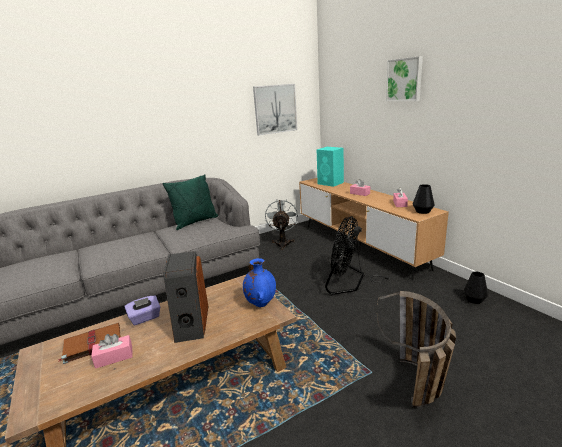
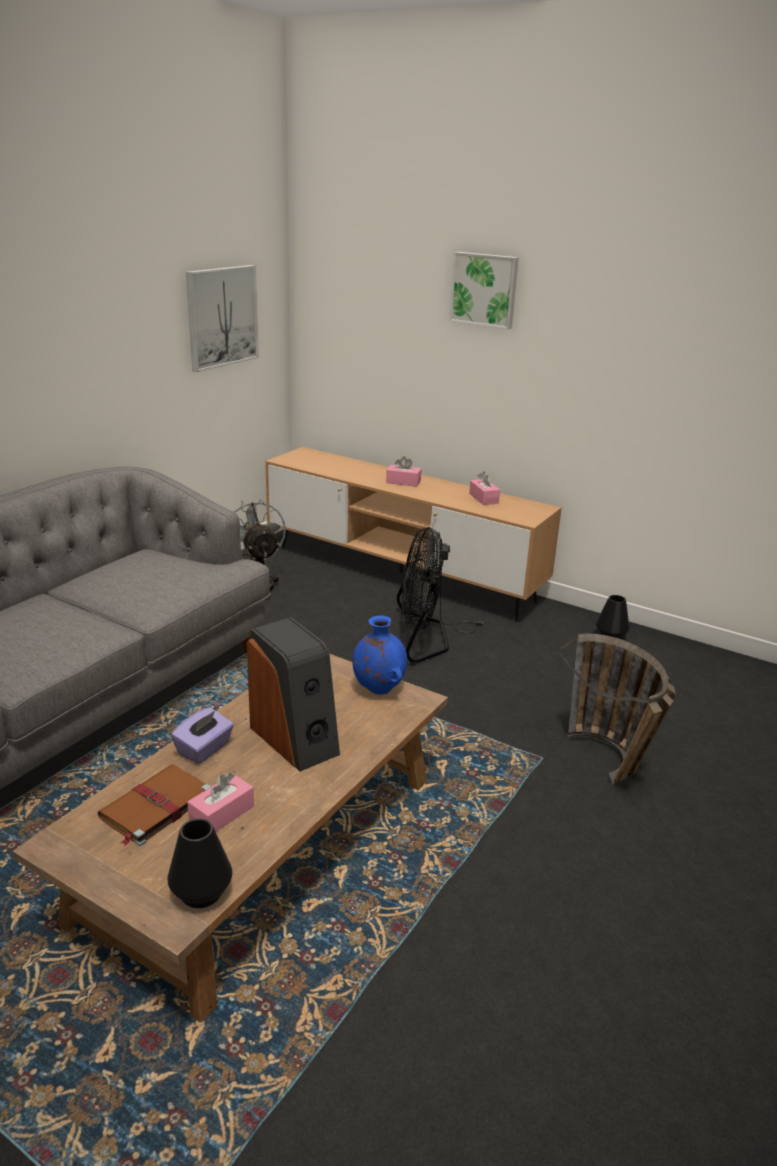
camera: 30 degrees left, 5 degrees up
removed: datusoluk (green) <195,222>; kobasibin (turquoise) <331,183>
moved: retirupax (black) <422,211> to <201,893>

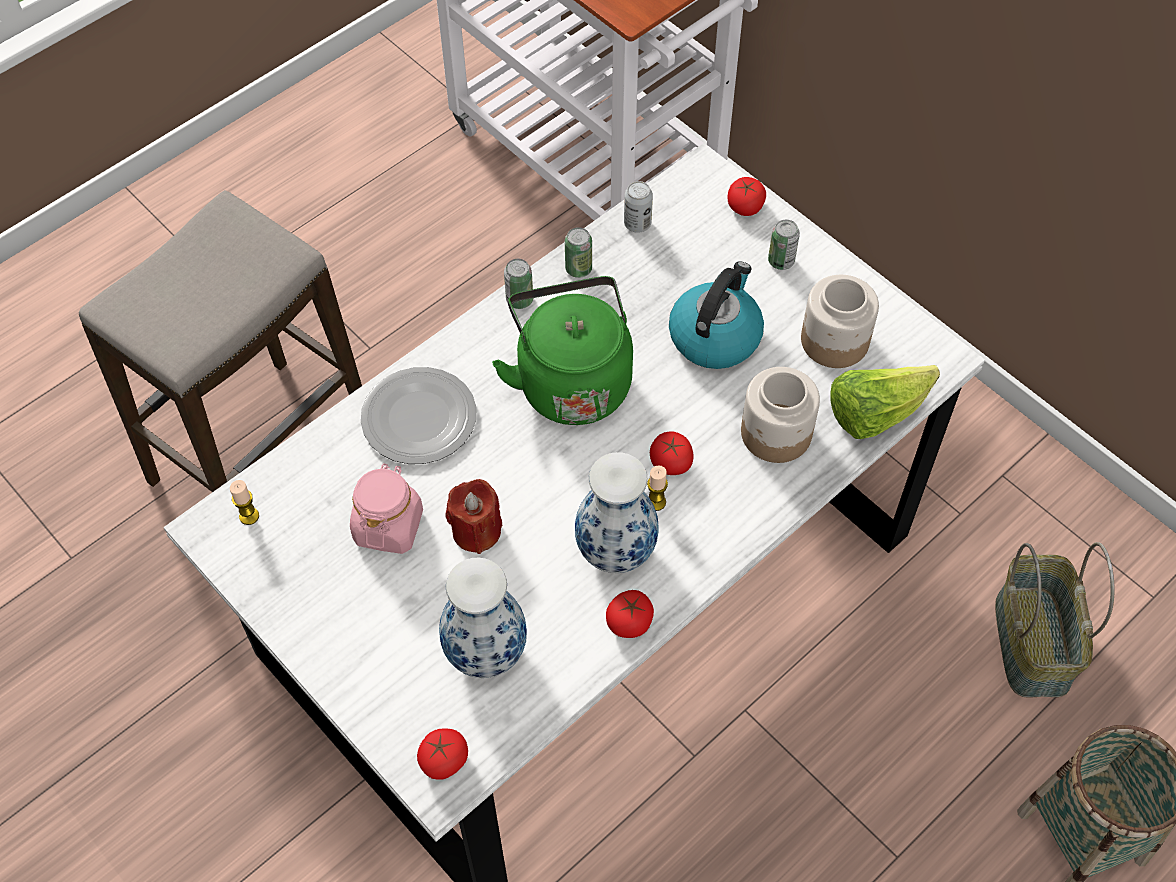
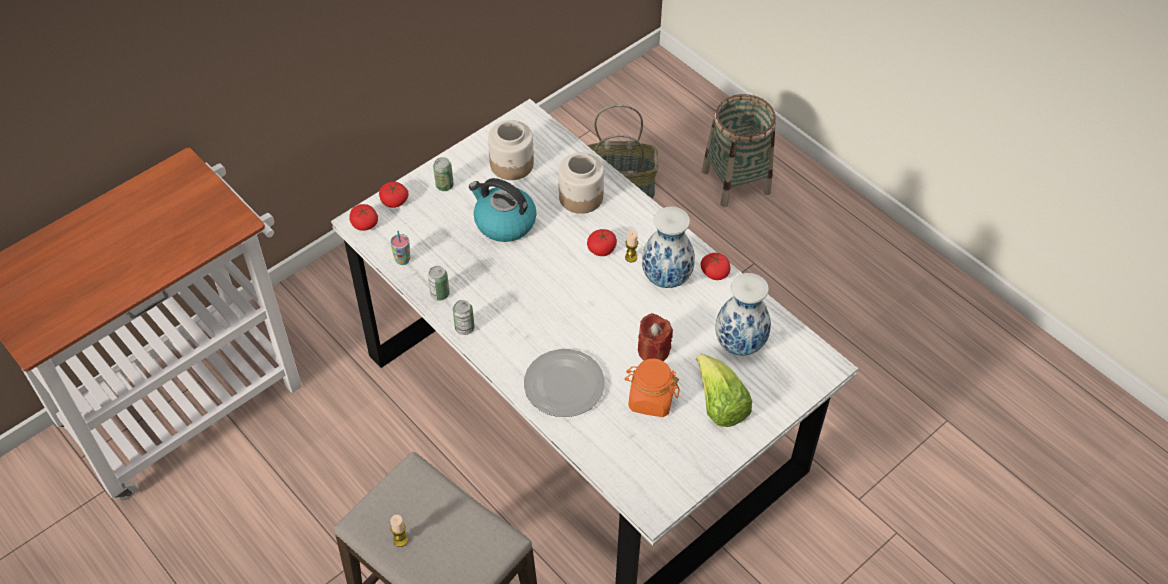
camera: 90 degrees left, 5 degrees down
removed: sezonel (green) <571,380>
moved: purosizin <249,516> to <400,540>; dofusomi <443,759> to <364,224>; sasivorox <874,413> to <719,404>
replaced: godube <637,224> to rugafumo <402,260>
recoloured: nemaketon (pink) <388,526> to nemaketon (orange) <650,399>

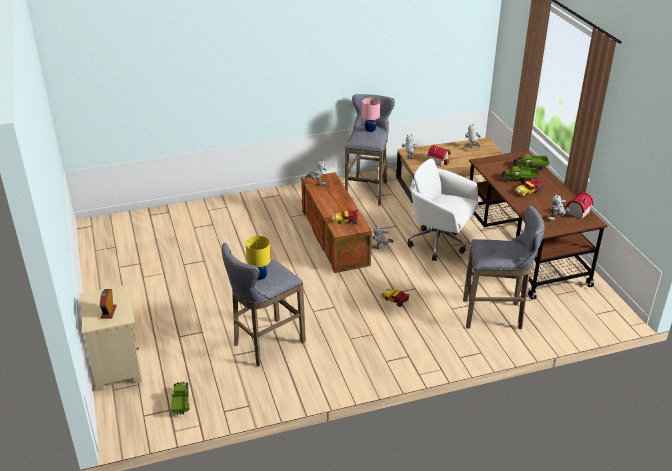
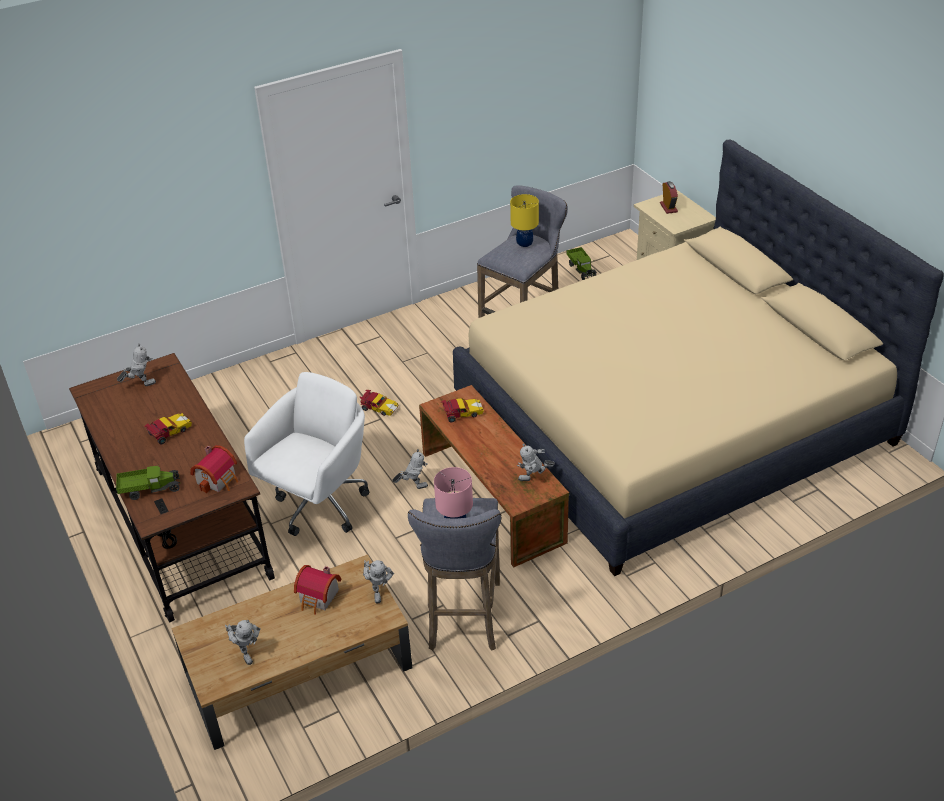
camera: 170 degrees right, 5 degrees up
removed: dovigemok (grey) <495,315>; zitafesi <519,179>
added: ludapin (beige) <672,420>
moved: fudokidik <576,212> to <219,479>
turned: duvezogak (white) <440,245> = <319,509> 75 degrees counterclockwise

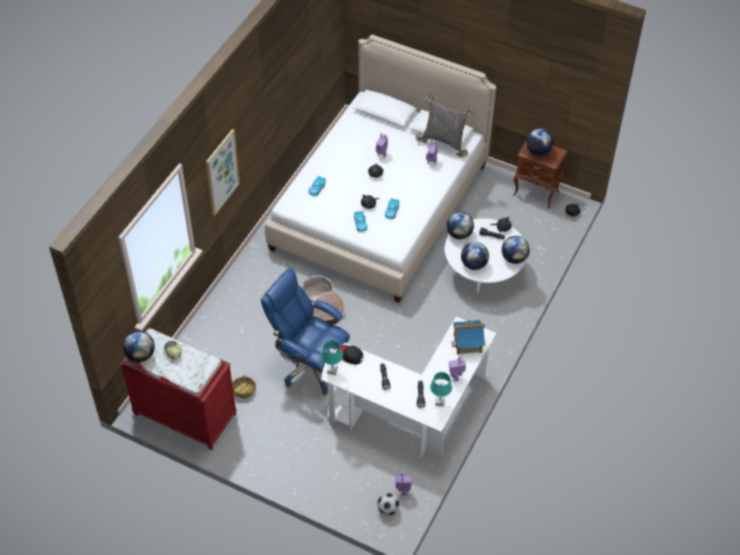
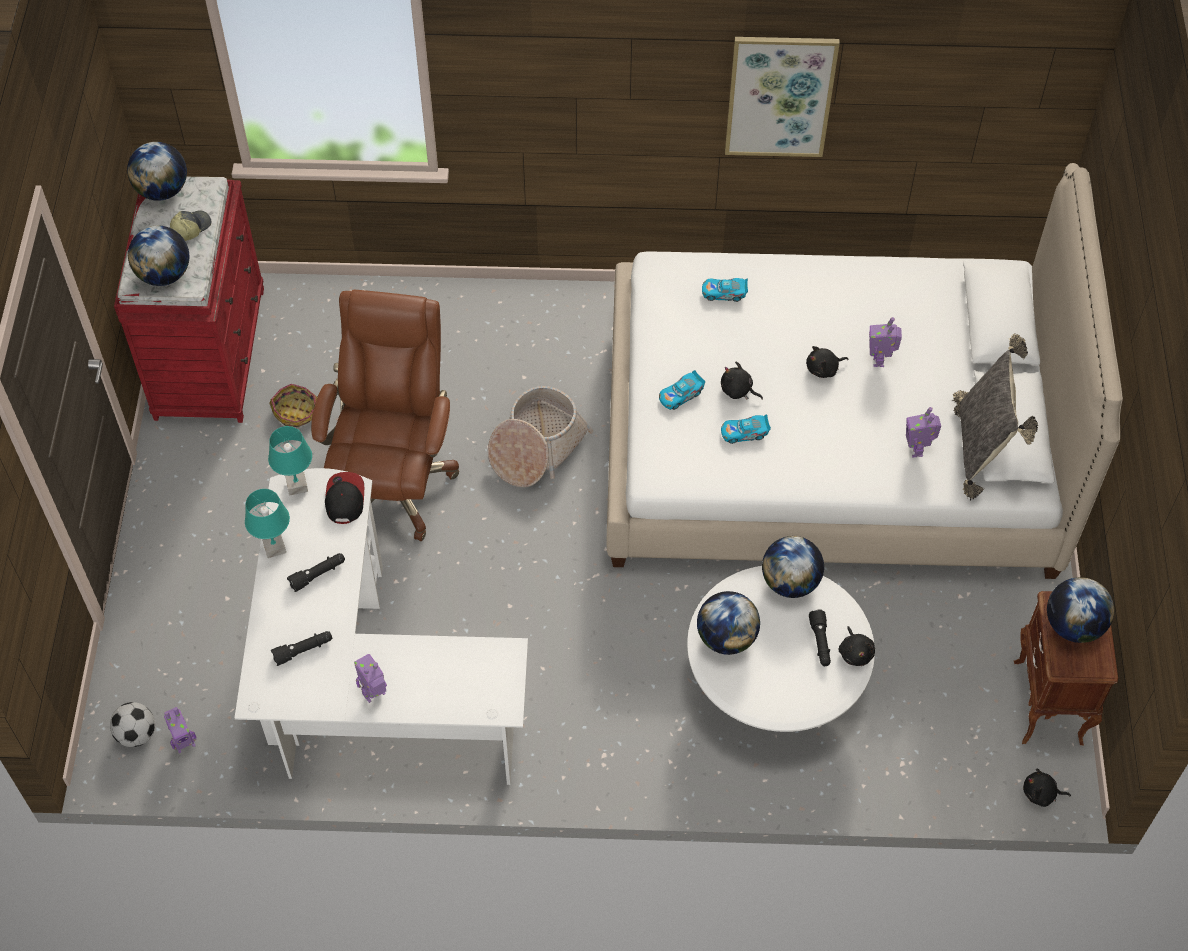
camera: 65 degrees right, 5 degrees up
removed: fudokidik <468,343>
moved: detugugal <221,172> to <780,96>; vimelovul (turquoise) <439,402> to <275,548>; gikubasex <514,258> to <164,274>
recoloured: duvezogak (blue) <309,365> to duvezogak (brown) <395,484>

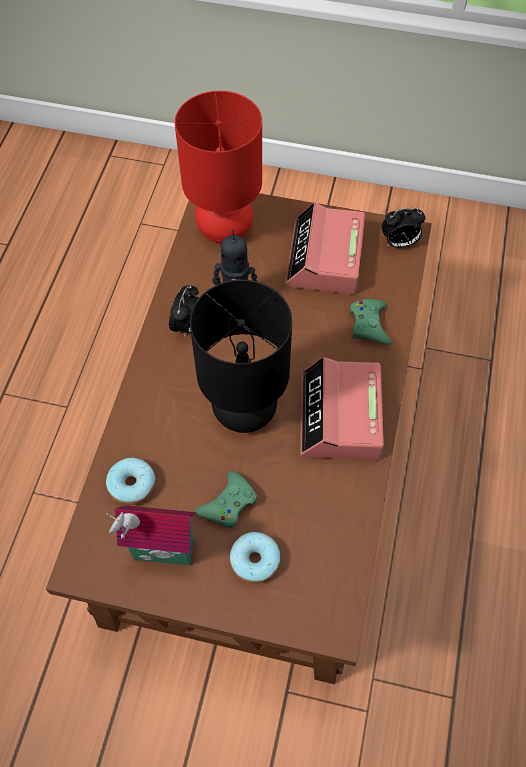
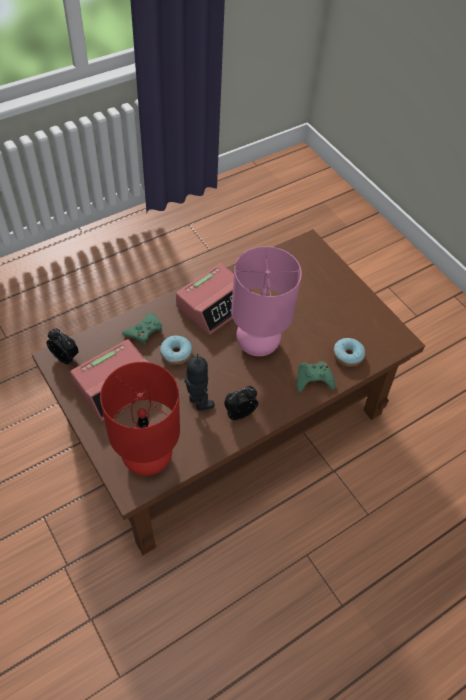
camera: 140 degrees left, 5 degrees down
removed: fudokidik <162,554>
moved: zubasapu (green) <228,504> to <313,379>; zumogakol <255,561> to <176,353>
recoloured: vimelovul (black) <243,411> to vimelovul (pink) <258,344>

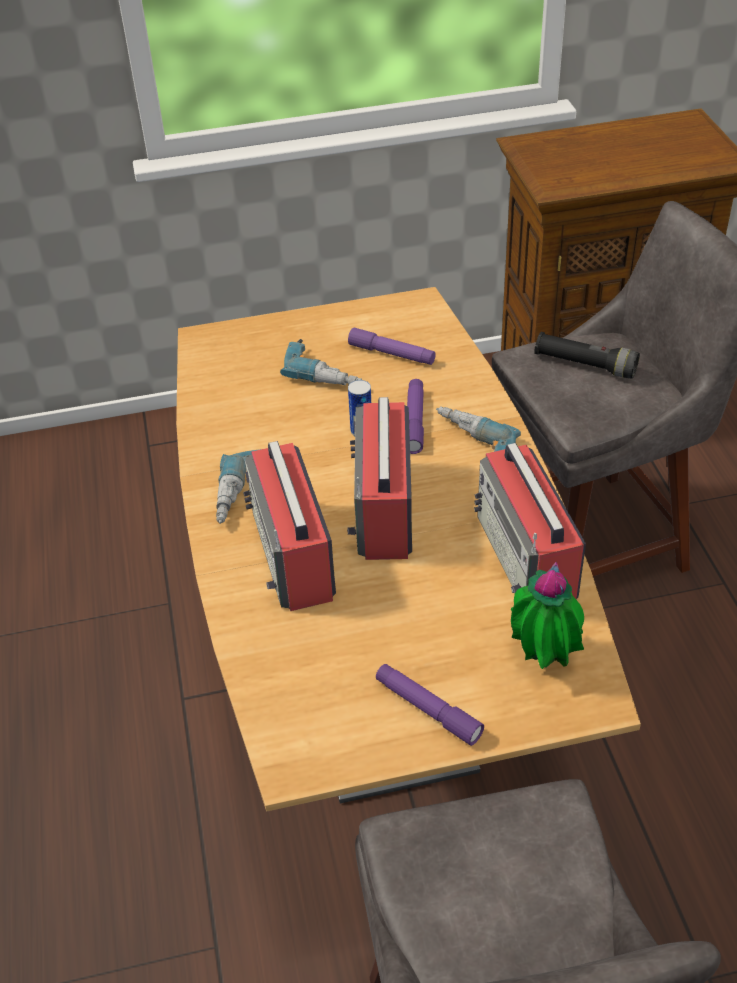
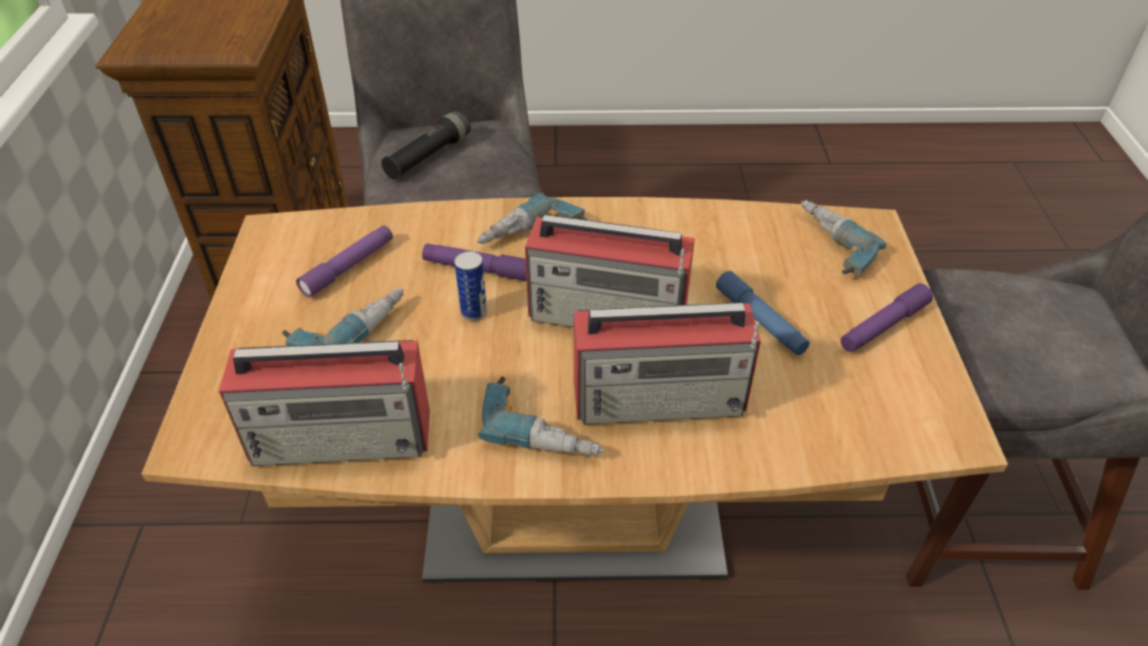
camera: 80 degrees left, 0 degrees up
added: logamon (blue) <760,321>
moved: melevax <526,559> to <344,436>
replaced: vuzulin <542,659> to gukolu <826,246>

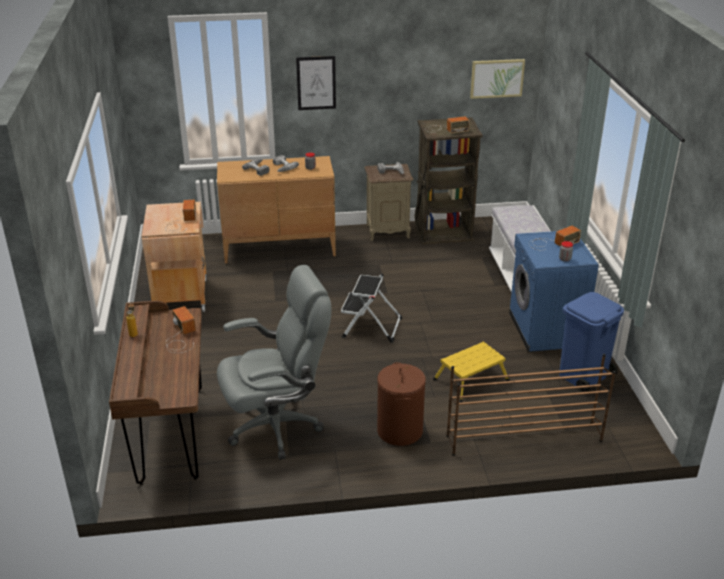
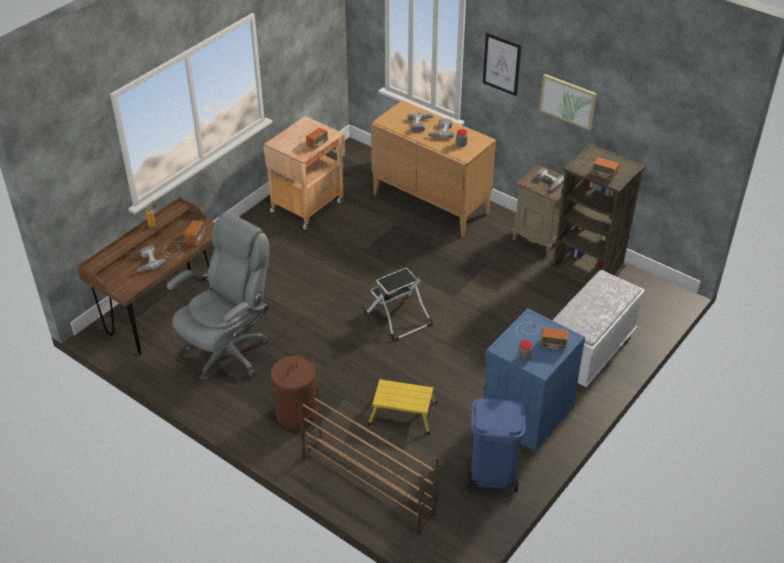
camera: 45 degrees right, 10 degrees up
added: gukolu <147,262>
moved: detugugal <497,78> to <568,101>
turned: duvezogak (grey) <277,427> = <229,353> 75 degrees counterclockwise

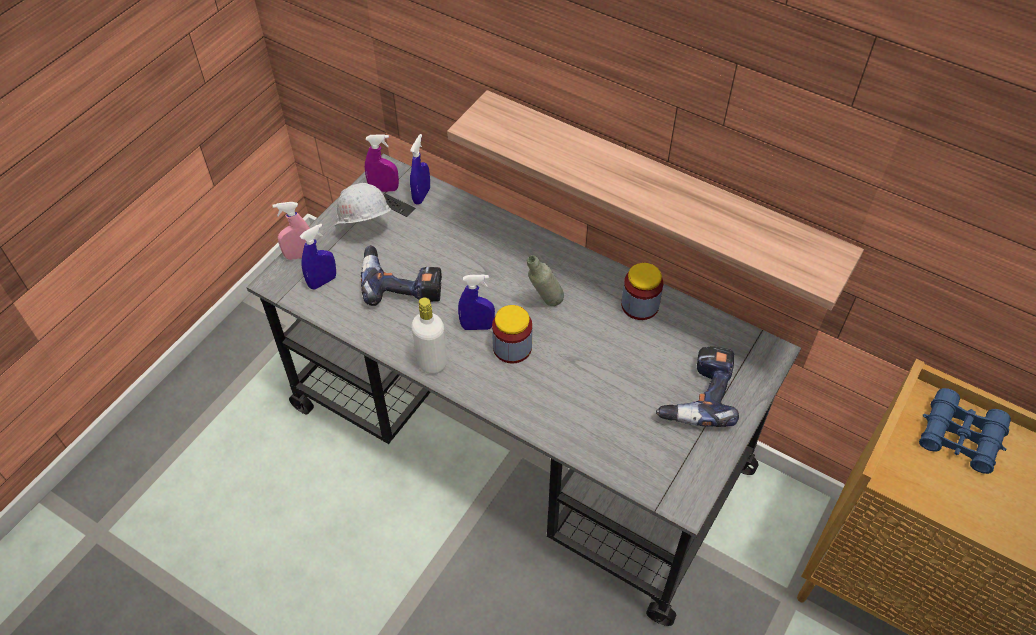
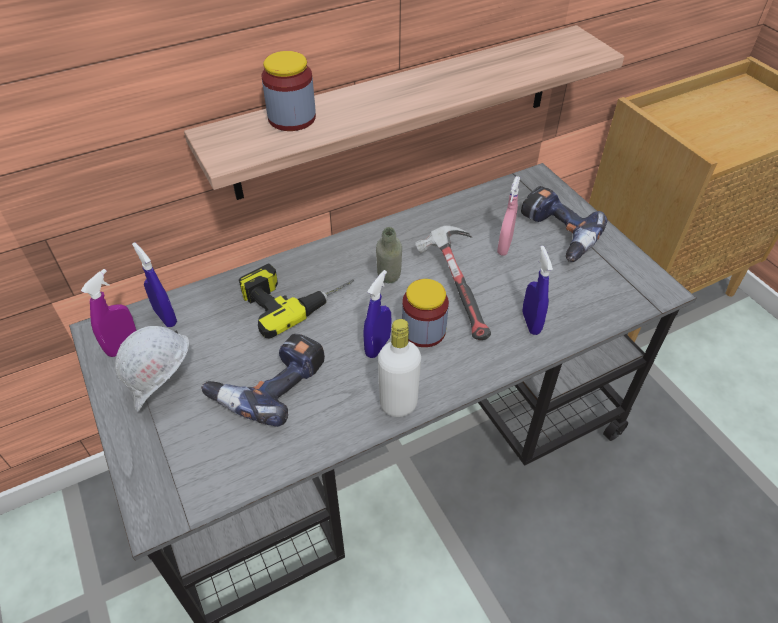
camera: 60 degrees left, 5 degrees down
removed: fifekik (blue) <960,437>
added: gukolu <295,295>; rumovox <456,289>
moved: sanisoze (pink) <300,255> to <504,246>; sanisoze (blue) <322,282> to <531,323>; nemaketon <640,305> to <292,118>

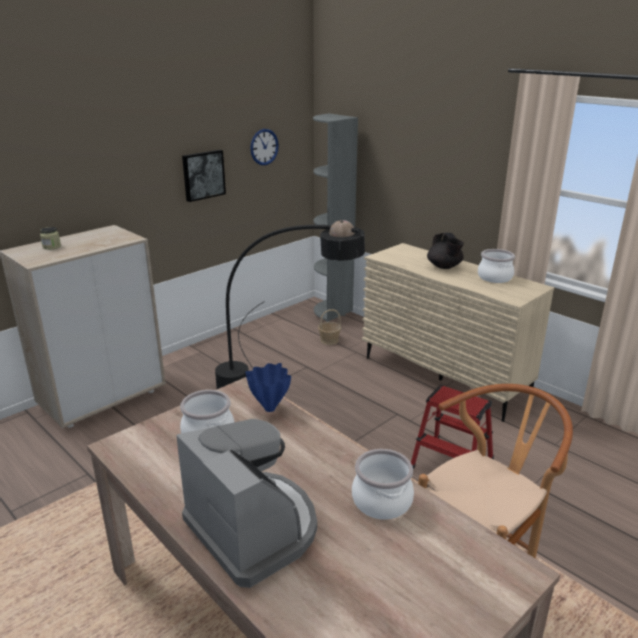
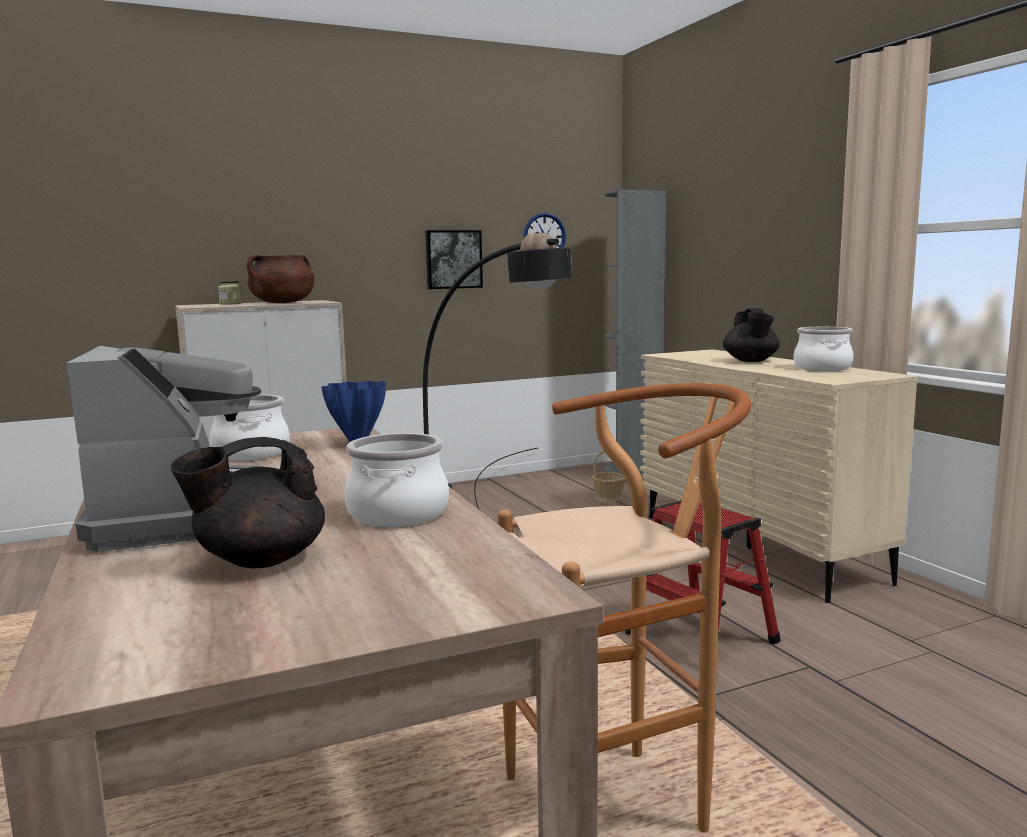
camera: 20 degrees right, 15 degrees down
added: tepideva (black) <259,560>; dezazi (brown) <282,303>

